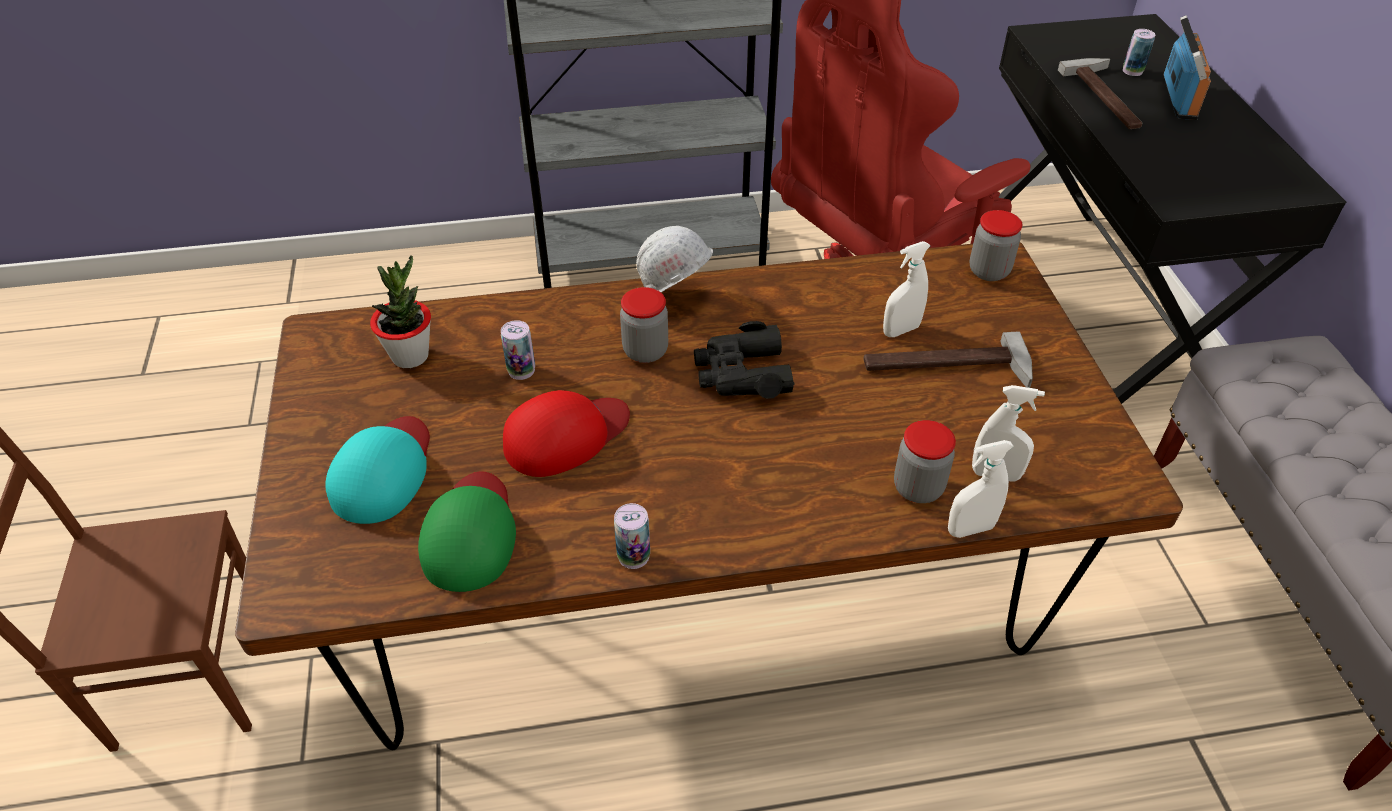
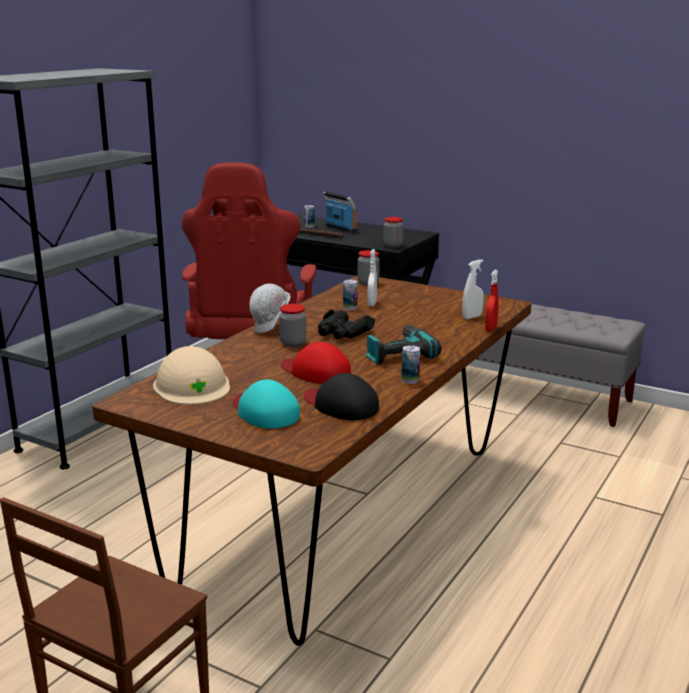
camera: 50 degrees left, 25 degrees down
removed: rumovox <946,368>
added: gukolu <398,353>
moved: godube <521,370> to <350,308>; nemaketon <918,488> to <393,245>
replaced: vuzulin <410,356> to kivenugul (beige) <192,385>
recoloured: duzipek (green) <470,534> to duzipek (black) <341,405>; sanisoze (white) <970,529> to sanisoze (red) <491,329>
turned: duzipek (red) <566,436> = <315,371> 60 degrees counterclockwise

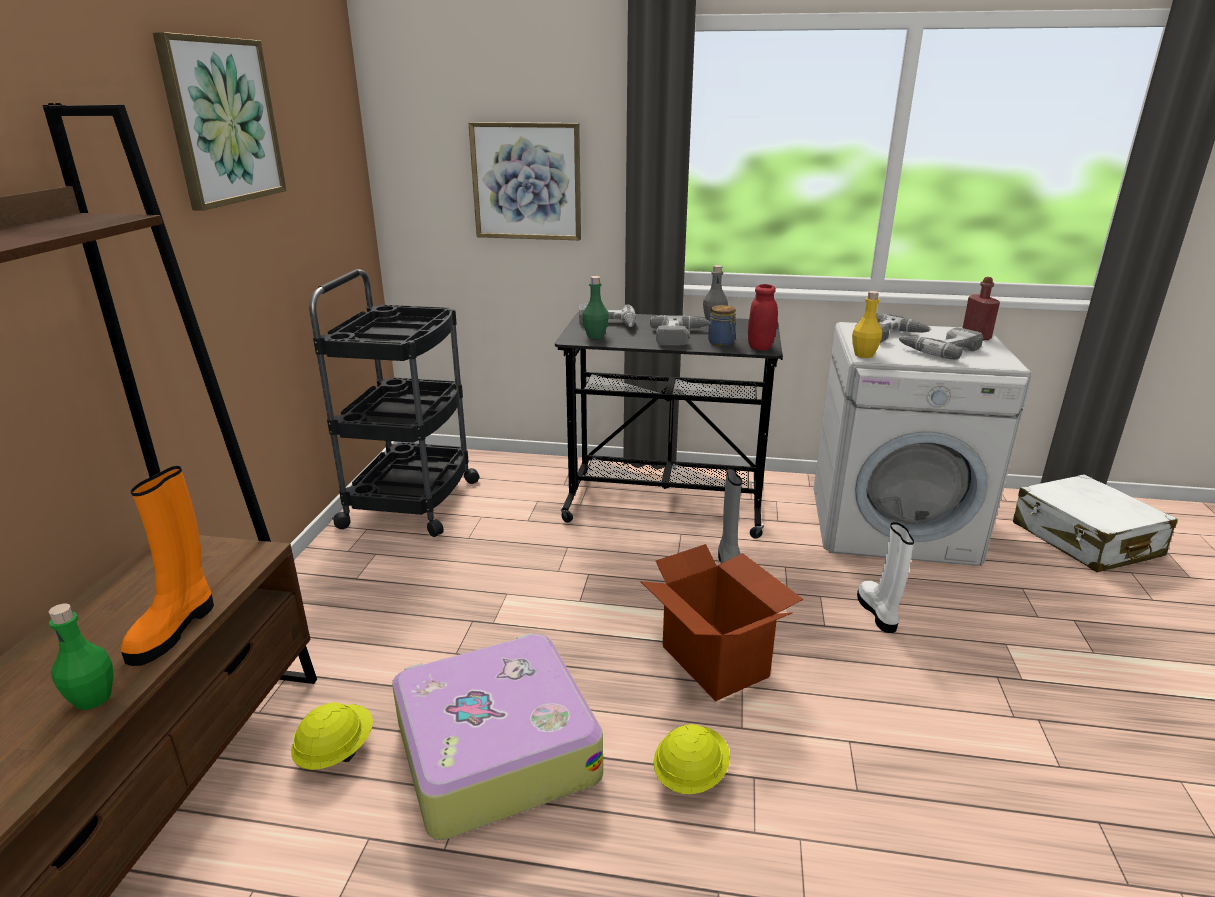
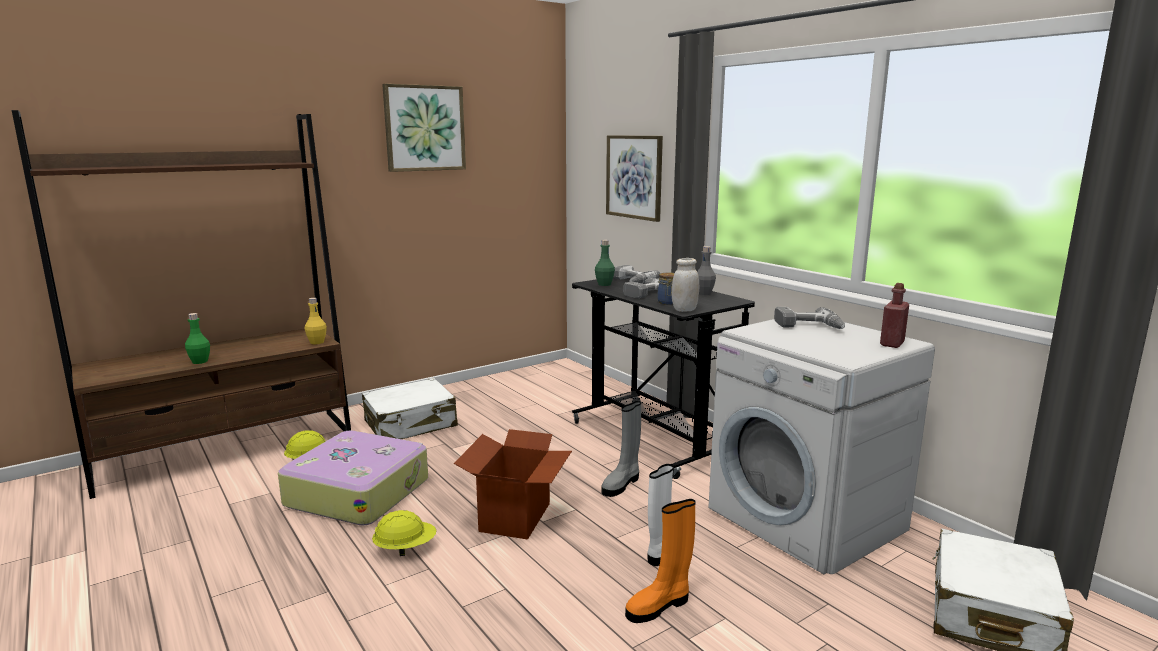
camera: 45 degrees right, 10 degrees down
removed: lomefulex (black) <412,503>; gukolu <939,349>
added: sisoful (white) <411,424>
moved: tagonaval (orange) <174,629> to <659,606>; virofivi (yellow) <864,355> to <317,342>
recoloured: nemaketon (red) <760,347> to nemaketon (white) <684,310>

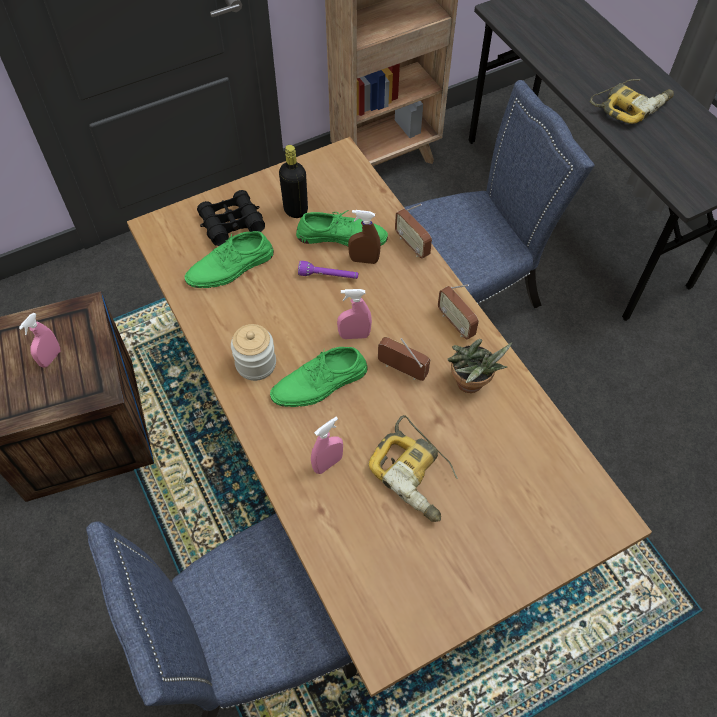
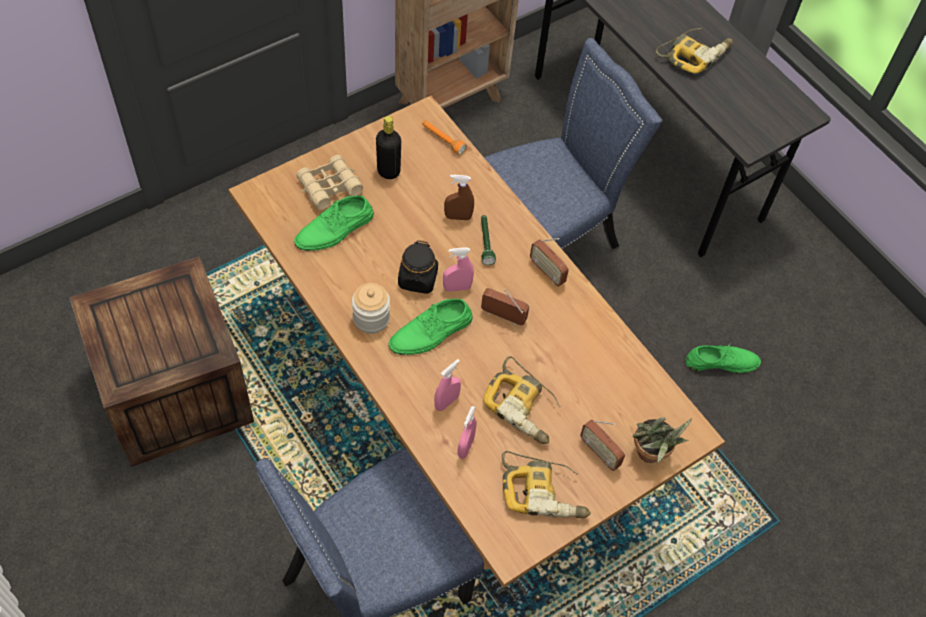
camera: 10 degrees left, 0 degrees up
removed: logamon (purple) <328,276>
added: nemaketon (black) <418,279>; logamon (orange) <442,140>; logamon (green) <485,242>; gukolu <544,491>
moved: sanisoze (pink) <50,358> to <465,447>; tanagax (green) <342,236> to <721,362>; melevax <412,245> to <599,453>; vuzulin <470,386> to <651,455>
recoloured: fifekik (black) <231,223> to fifekik (beige) <329,187>

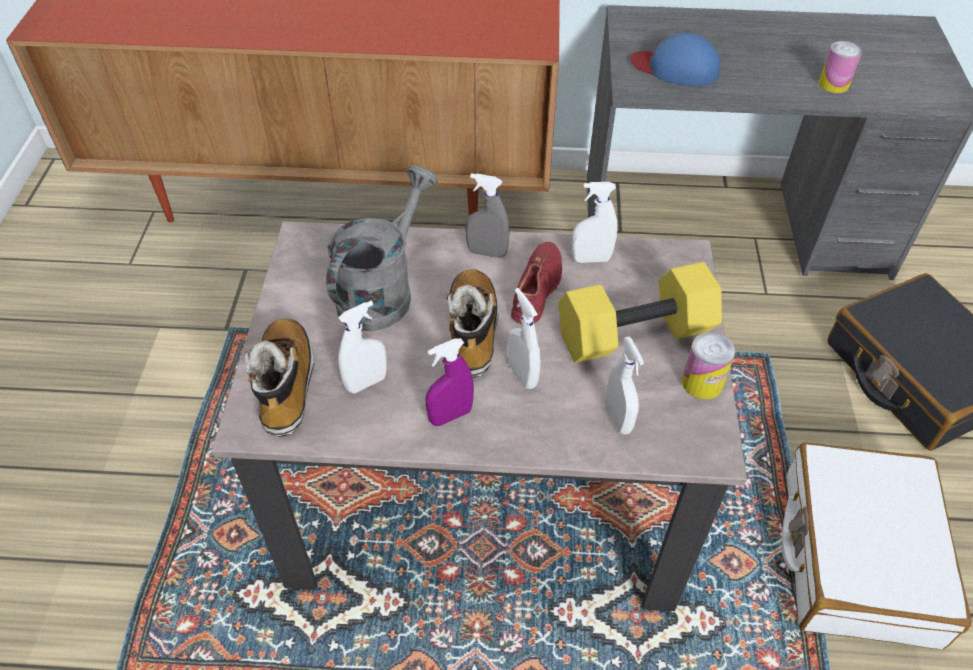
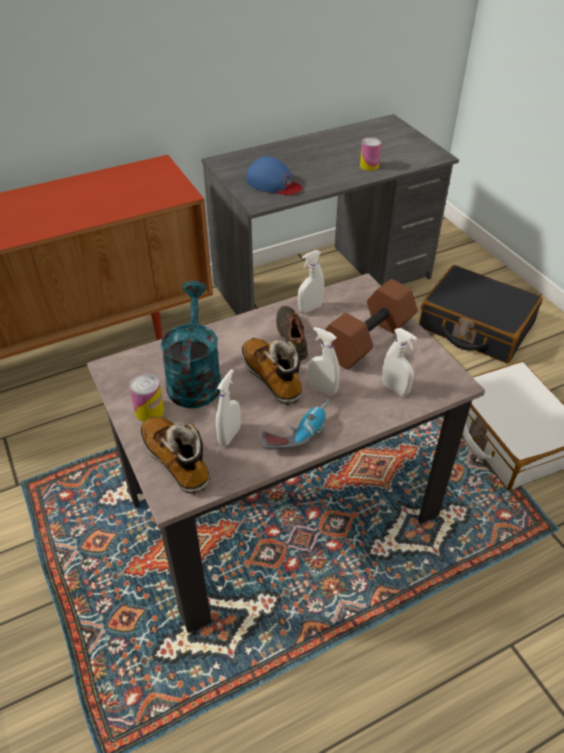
camera: 30 degrees left, 5 degrees down
removed: sanisoze (grey) <487,253>
moved: godube <702,382> to <149,411>
replaced: sanisoze (purple) <450,416> to gukolu <298,431>
recoloured: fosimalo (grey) <382,291> to fosimalo (turquoise) <194,378>; tanagax (red) <538,290> to tanagax (black) <293,338>; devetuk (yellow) <635,331> to devetuk (brown) <367,338>
turned: duzipek (blue) <676,68> = <273,183> 135 degrees counterclockwise

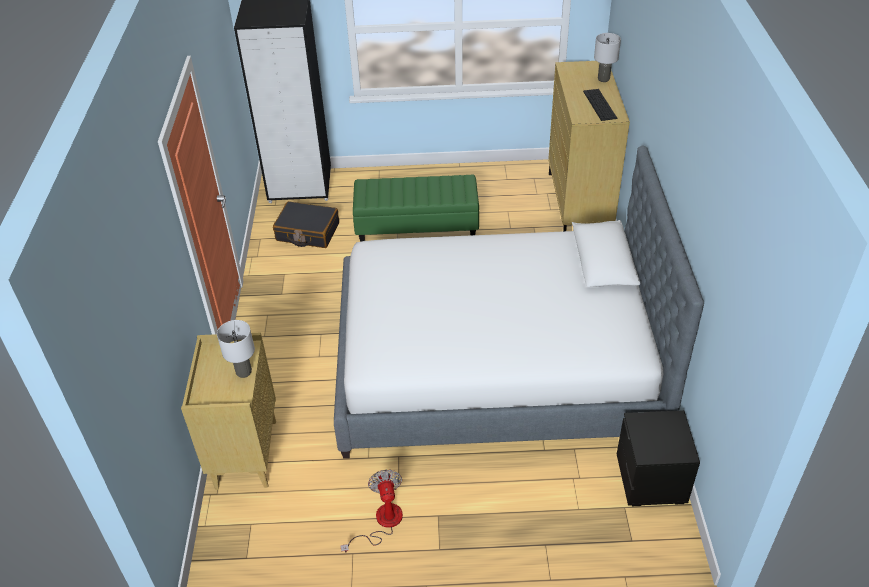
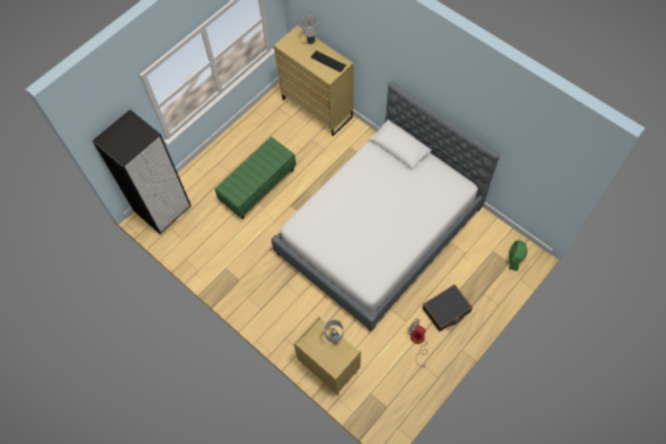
camera: 45 degrees left, 20 degrees up
removed: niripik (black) <652,479>
added: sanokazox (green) <515,258>
moved: sisoful (black) <307,232> to <446,310>

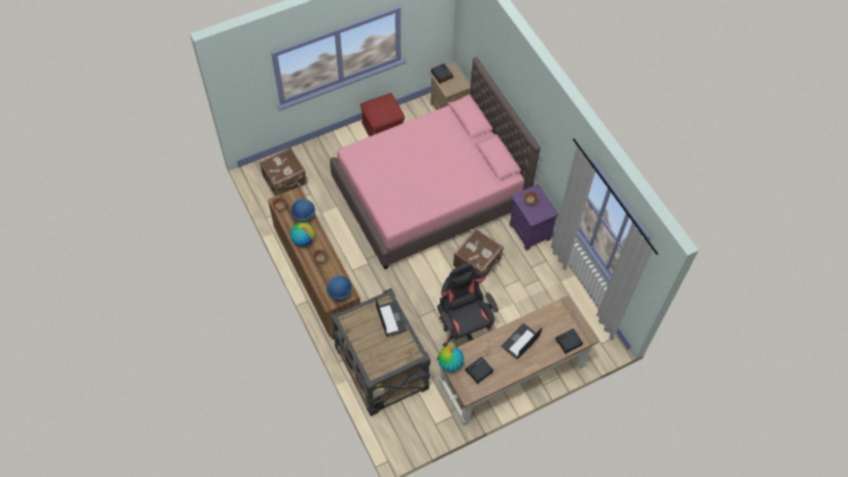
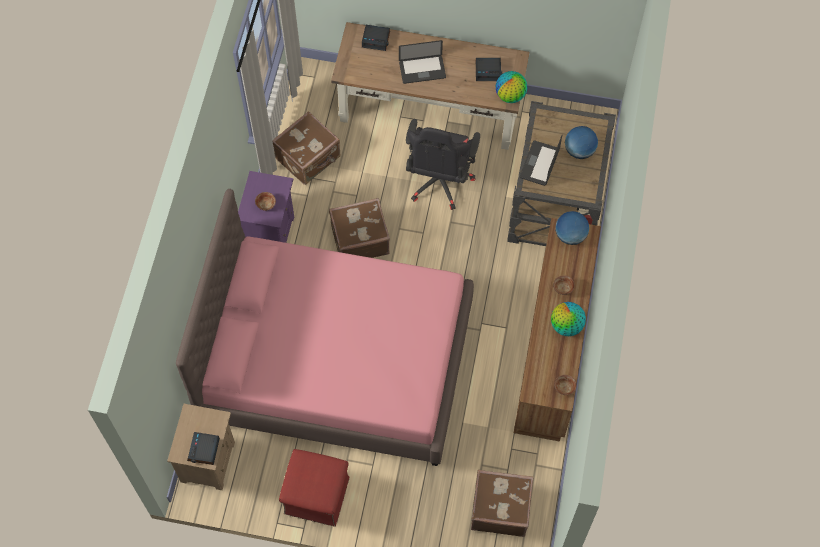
camera: 140 degrees left, 5 degrees up
added: sisoful (brown) <309,158>
moved: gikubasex <304,216> to <579,151>

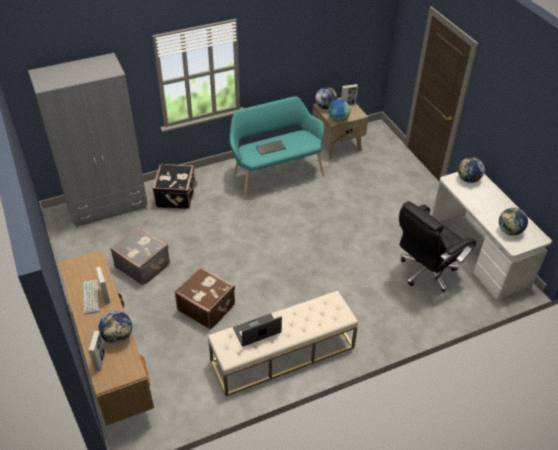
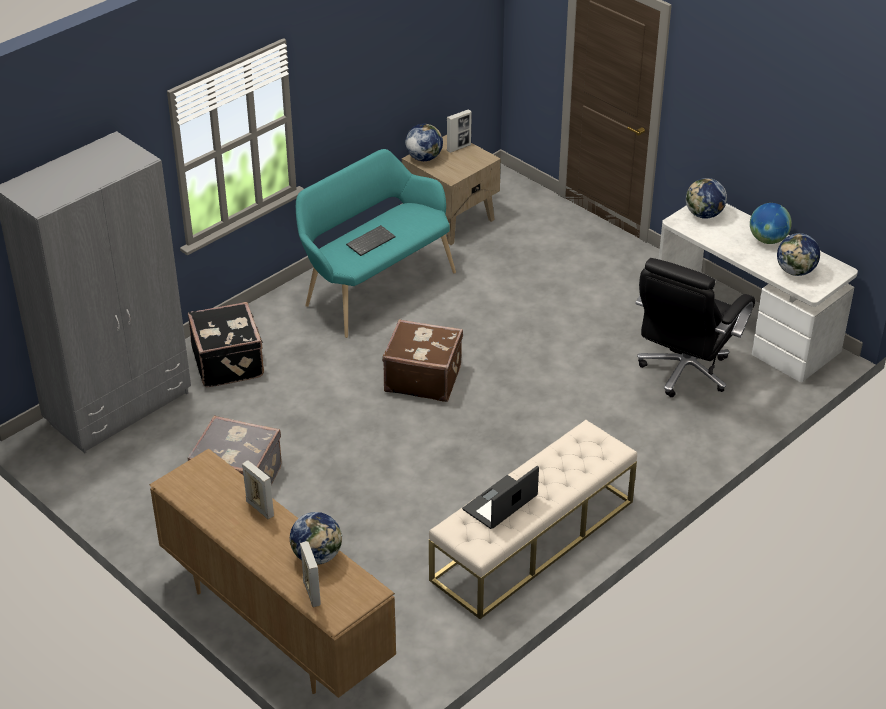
camera: 20 degrees left, 5 degrees down
removed: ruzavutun <92,297>
moved: sisoful (brown) <206,307> to <423,378>; gikubasex <338,119> to <767,240>

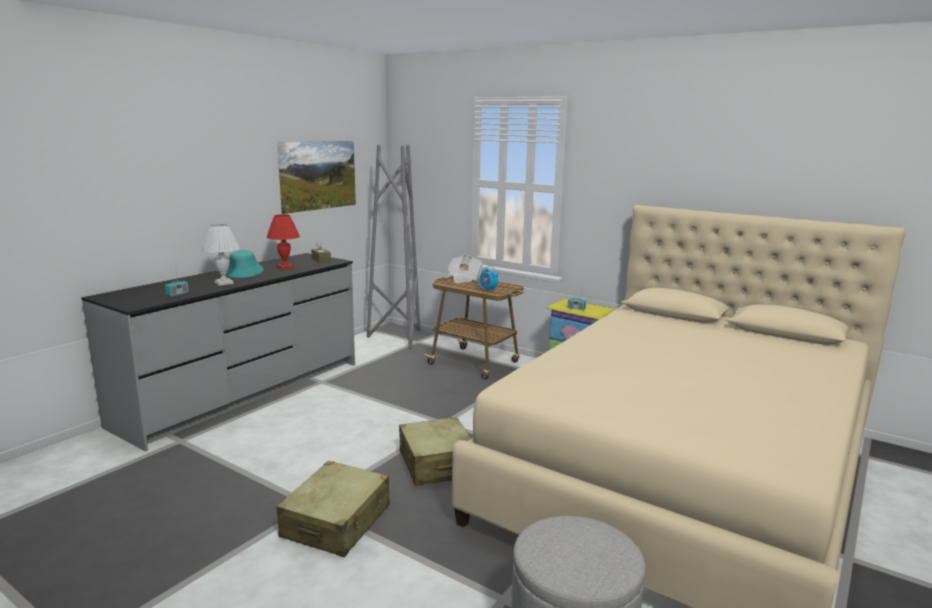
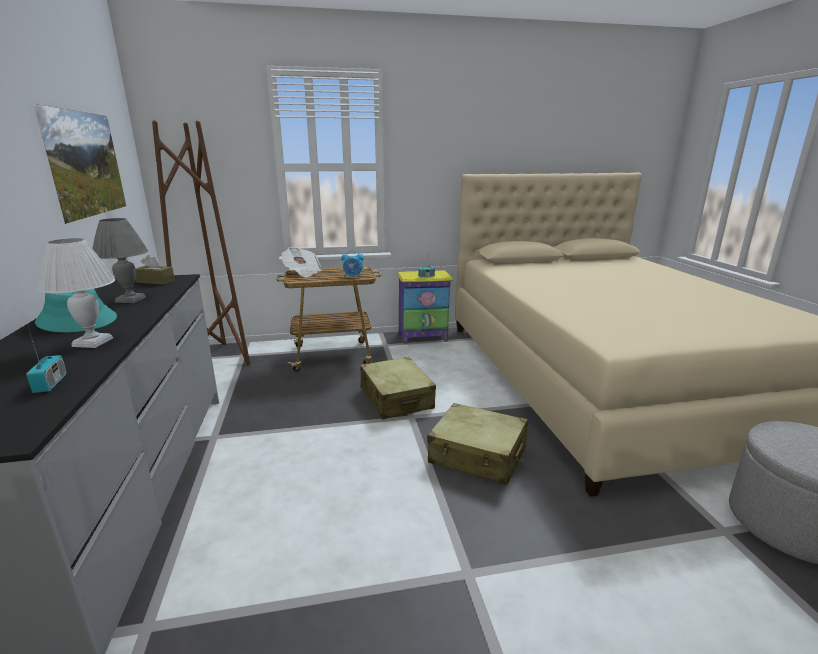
camera: 45 degrees left, 5 degrees up
moved: sisoful (beige) <337,522> to <396,398>
recoloured: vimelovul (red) <285,267> to vimelovul (grey) <130,299>; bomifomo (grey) <399,338> to bomifomo (brown) <218,359>

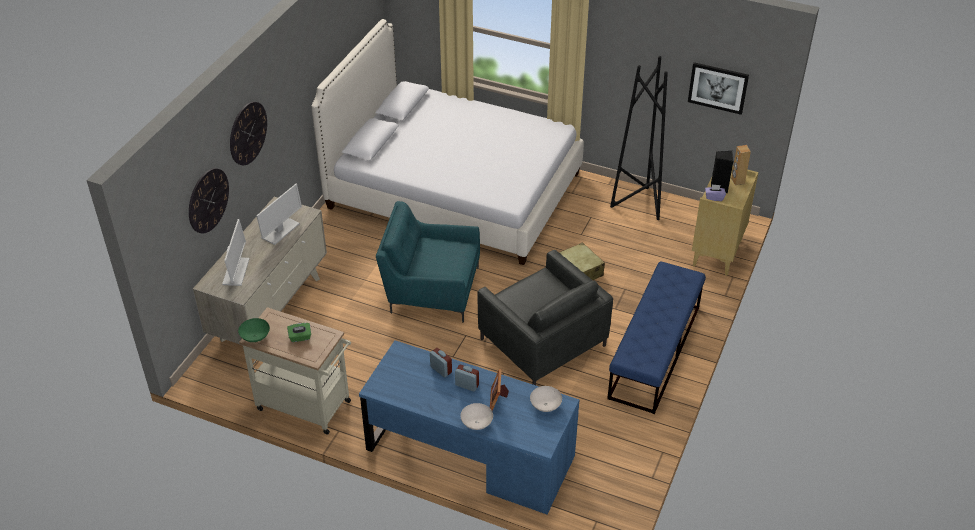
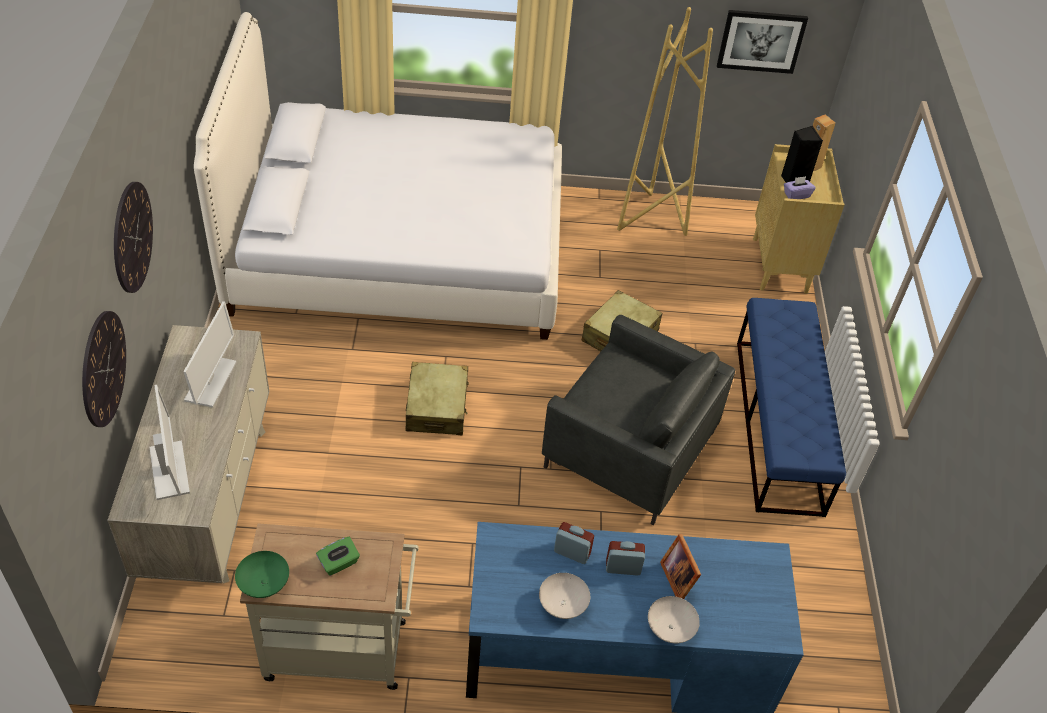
camera: 25 degrees left, 5 degrees up
moved: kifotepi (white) <545,405> to <562,605>
replaced: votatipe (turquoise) <431,289> to sisoful (beige) <437,407>
recoloured: bomifomo (black) <639,205> to bomifomo (yellow) <651,220>

